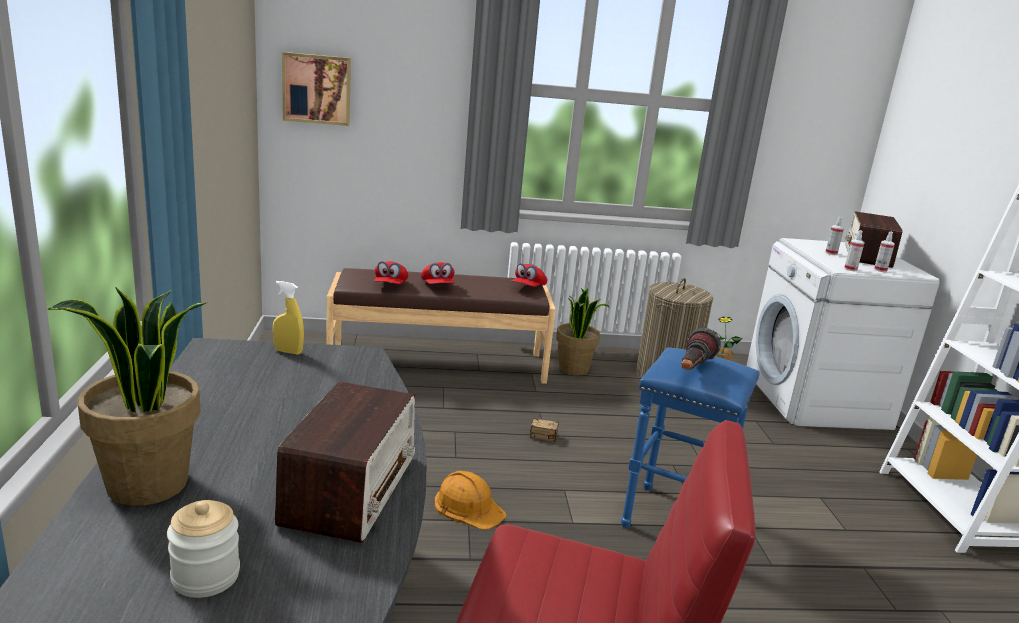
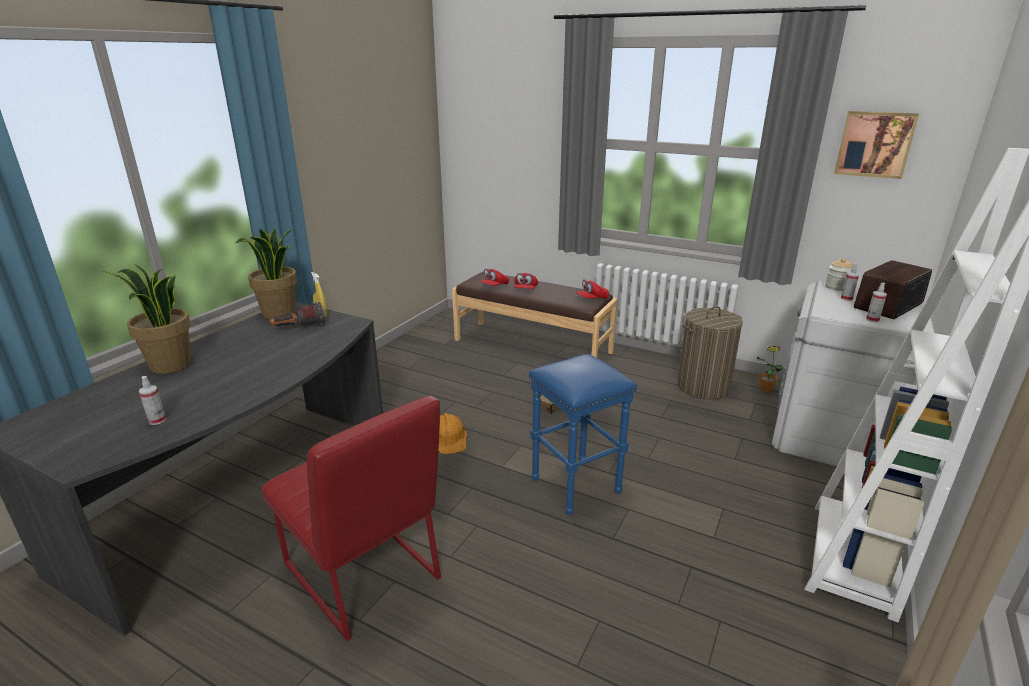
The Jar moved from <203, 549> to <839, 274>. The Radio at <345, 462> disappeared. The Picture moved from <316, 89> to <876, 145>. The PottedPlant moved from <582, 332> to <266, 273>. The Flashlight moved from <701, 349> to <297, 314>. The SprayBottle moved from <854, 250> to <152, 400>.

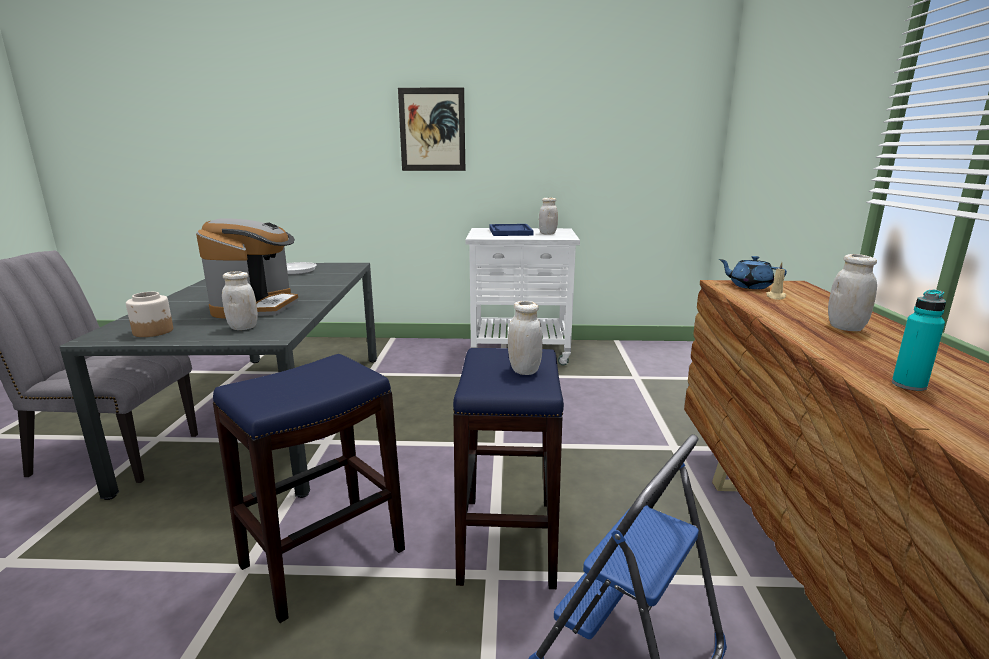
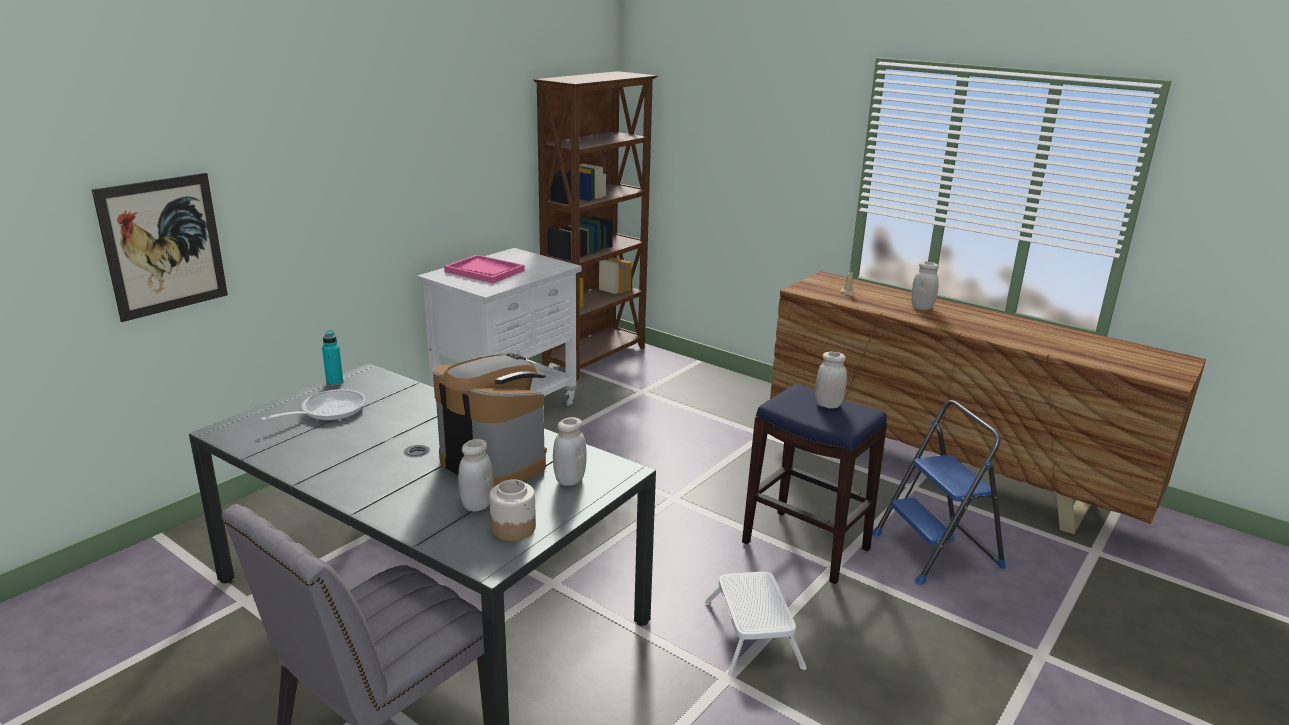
The Stool at <309, 488> was replaced by the WhiteStepLadder at <755, 624>. The Picture moved from <431, 129> to <160, 247>. The BlueTray at <512, 230> became the PinkTray at <484, 269>. The WhiteJar moved from <548, 216> to <476, 475>. The BlueTeapot at <753, 272> disappeared. The TurquoiseBottle moved from <919, 340> to <332, 358>. The BrownBookcase at <595, 225> appeared.

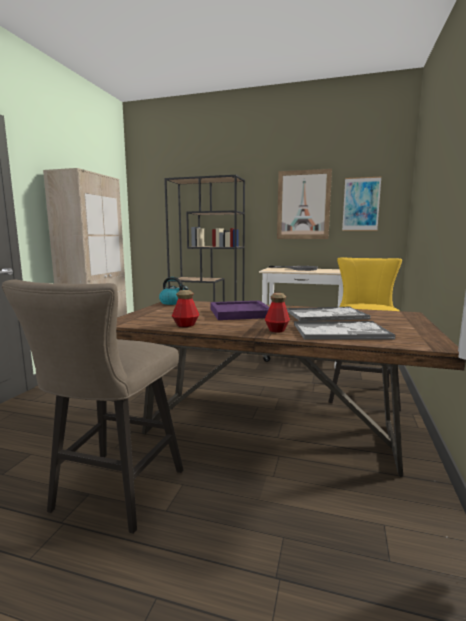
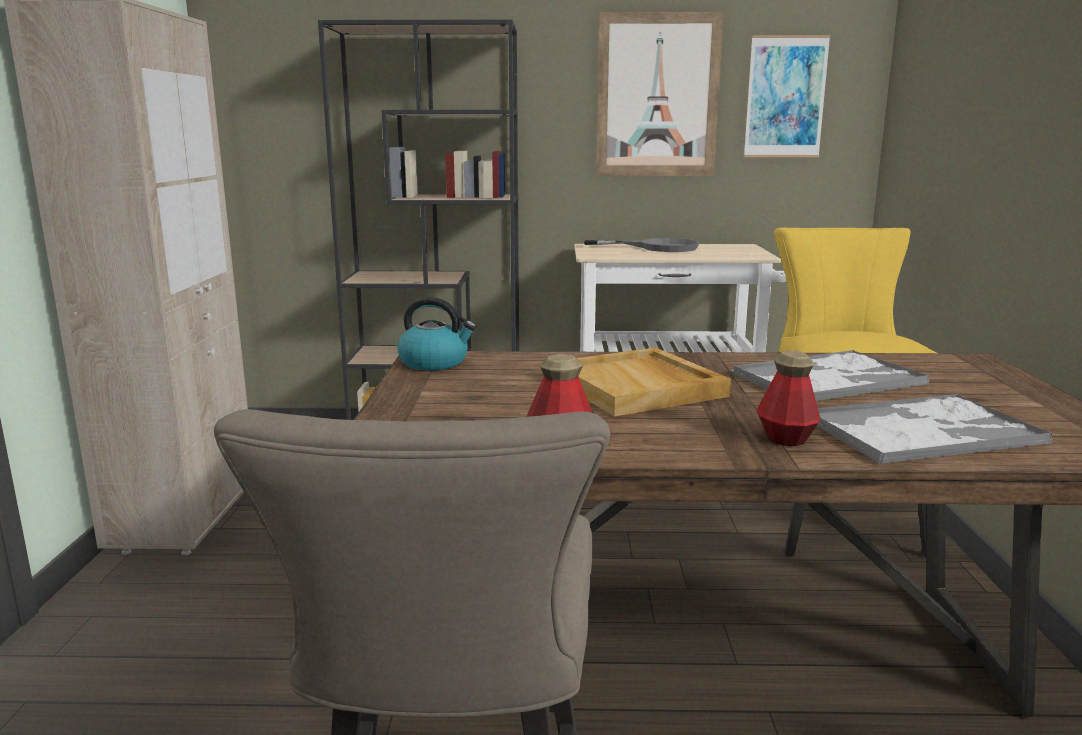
The PurpleTray at <239, 310> became the BeigeTray at <654, 382>.

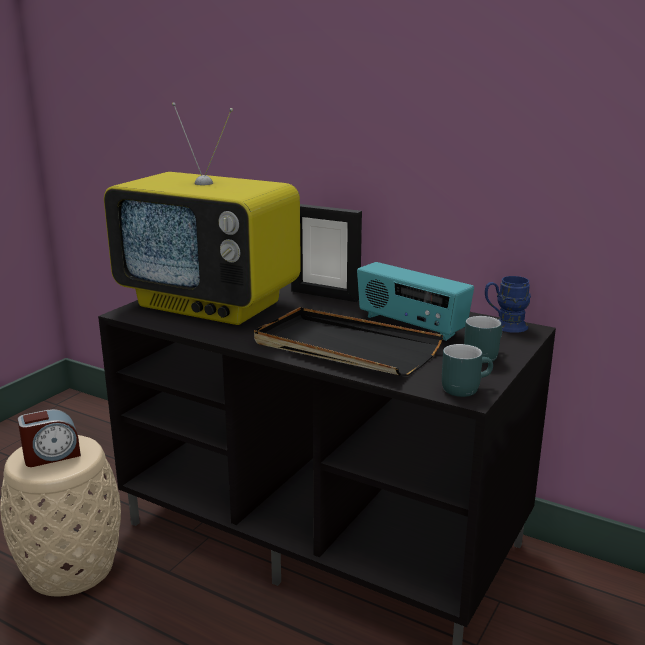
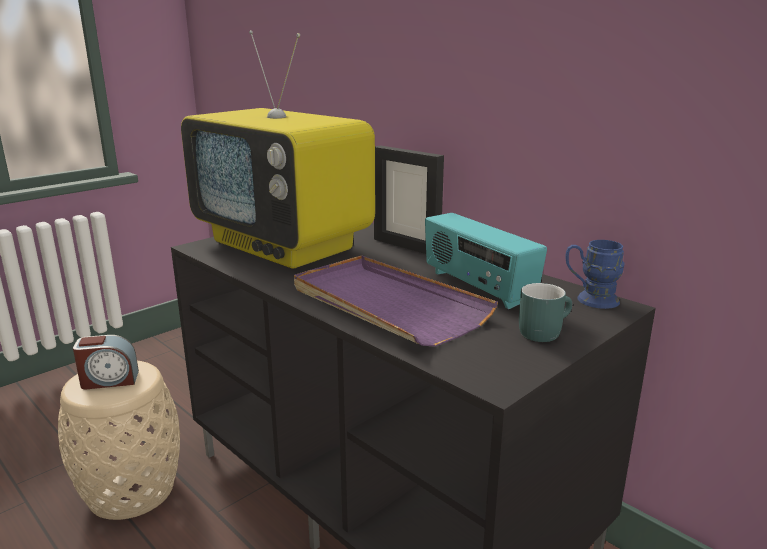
The BlackTray at <348, 341> became the PurpleTray at <396, 301>. The TurquoiseMug at <467, 370> disappeared.

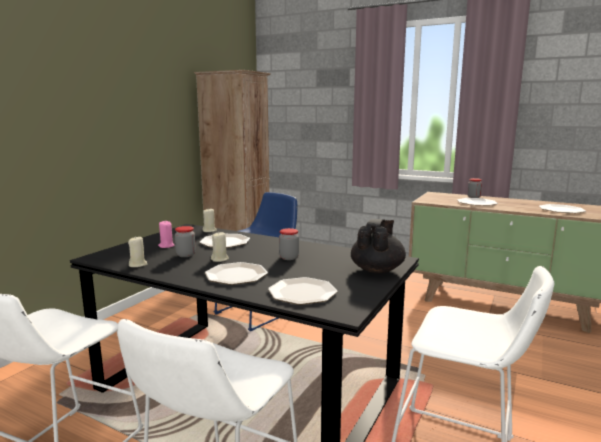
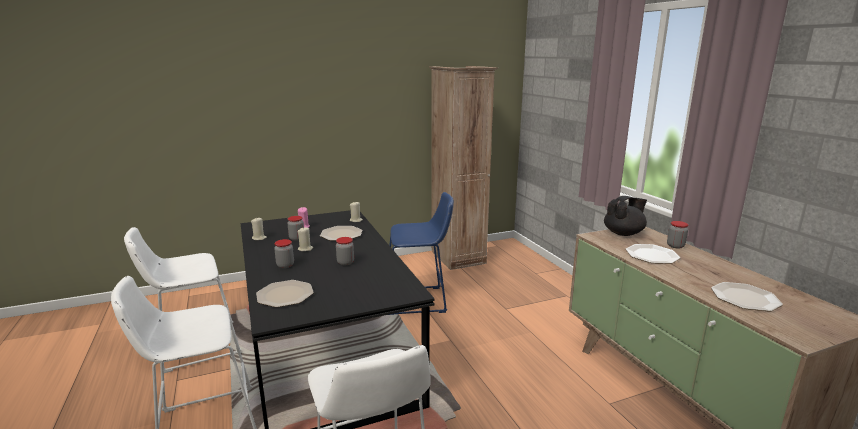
The Plate at <236, 273> was replaced by the Jar at <284, 253>. The BlackTeapot moved from <378, 246> to <625, 216>.

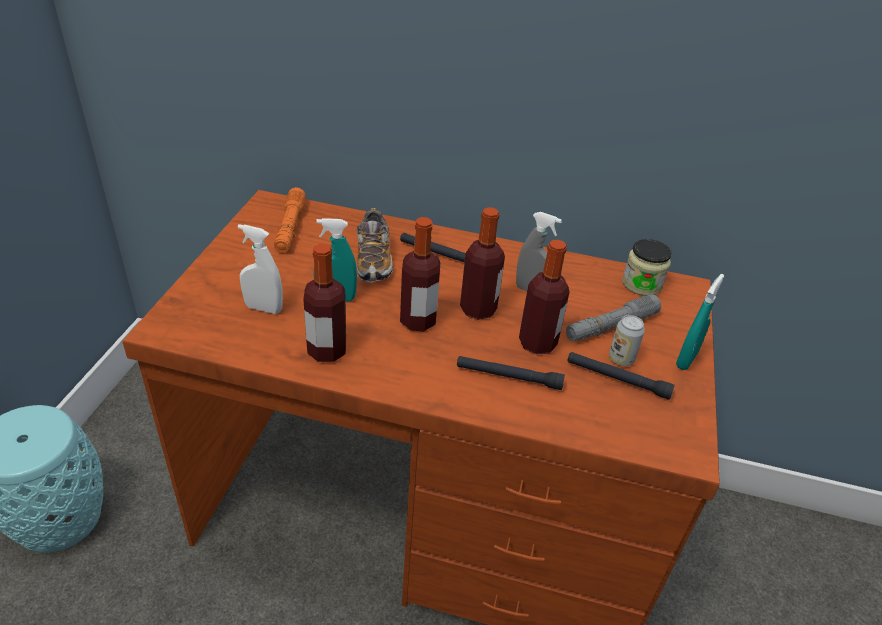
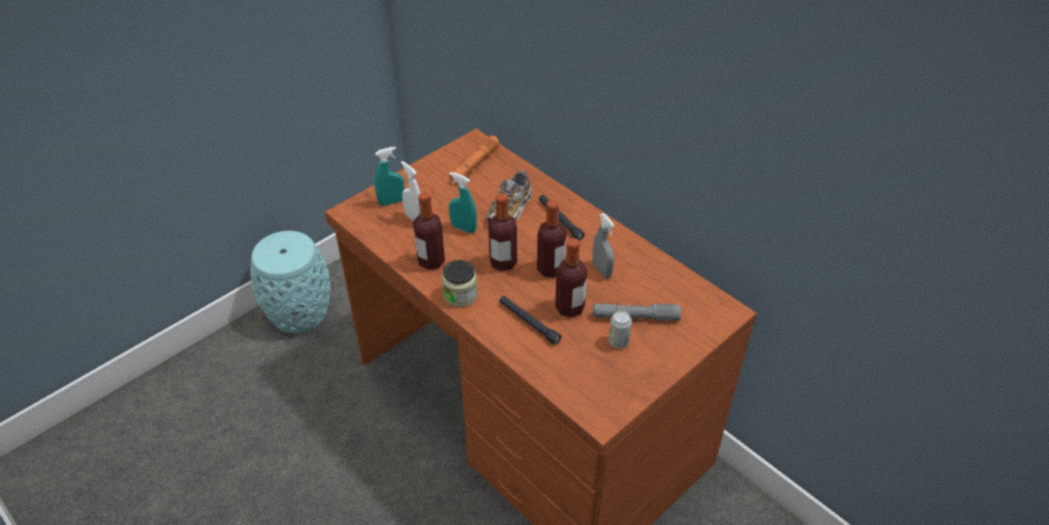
The BlackFlashlight at <621, 376> disappeared. The Jar moved from <647, 267> to <459, 283>. The TurquoiseSprayBottle moved from <700, 322> to <390, 176>.

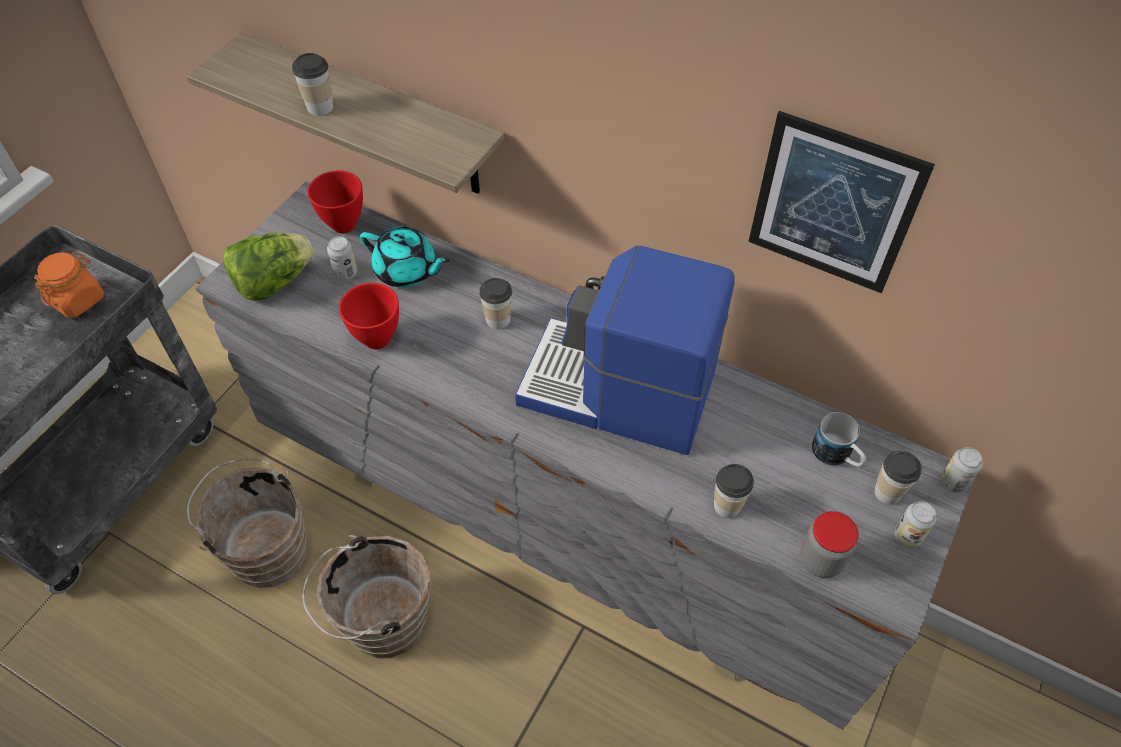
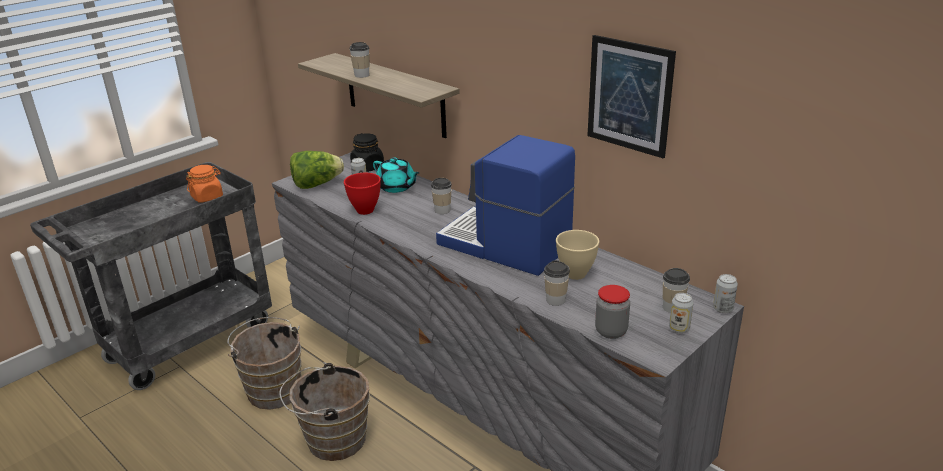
The RedBowl at <335, 201> was replaced by the BlackJar at <367, 152>. The Mug at <839, 439> disappeared. The BeigeBowl at <577, 255> appeared.

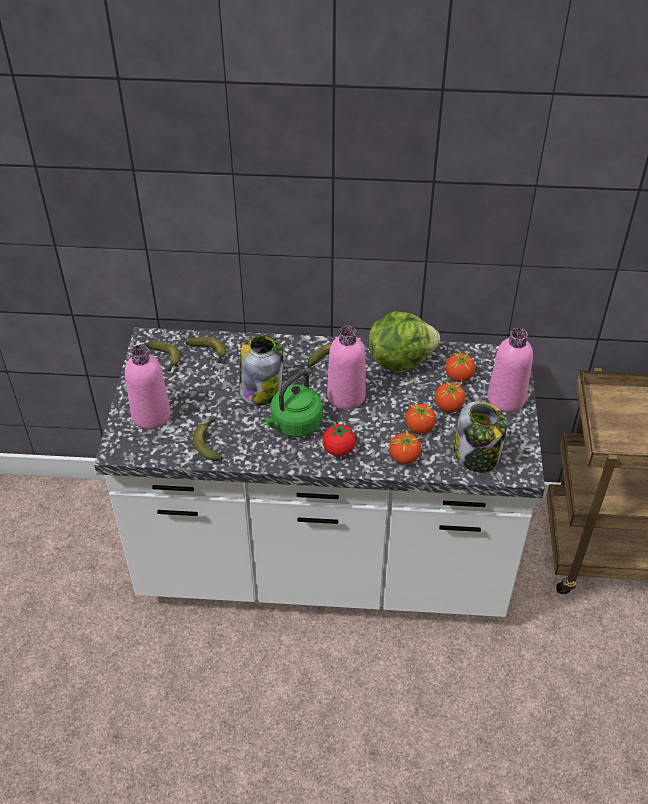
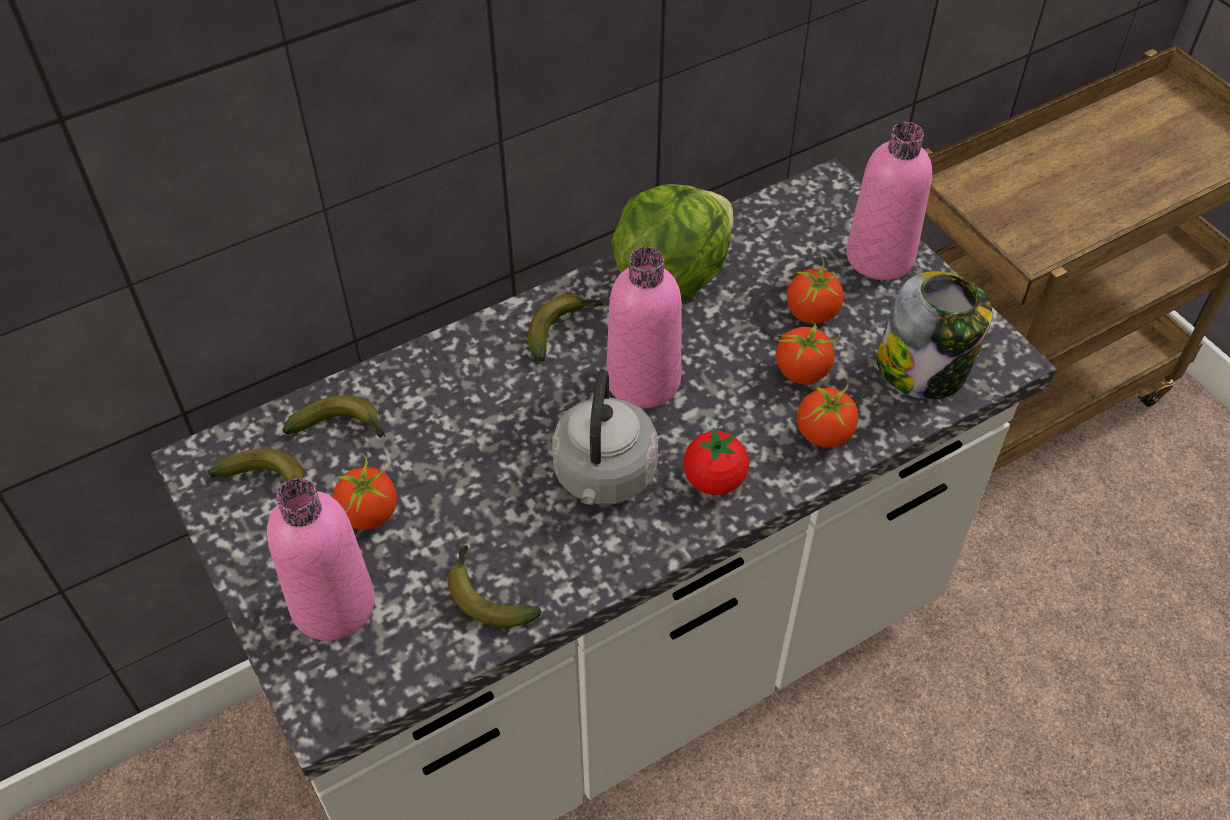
The Jar at <261, 370> disappeared. The GreenKettle at <293, 403> became the GreyKettle at <605, 437>. The Tomato moved from <462, 365> to <364, 491>.

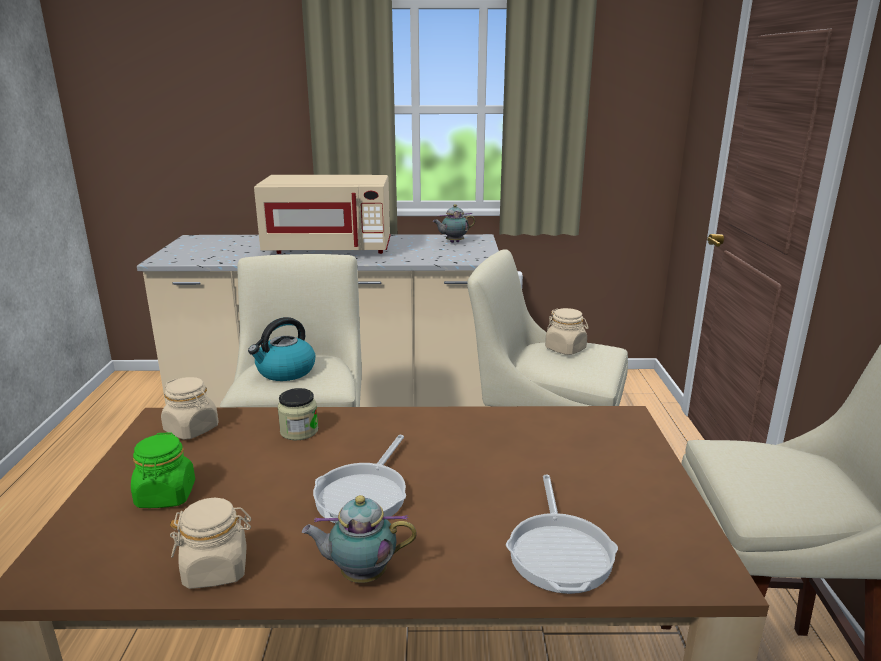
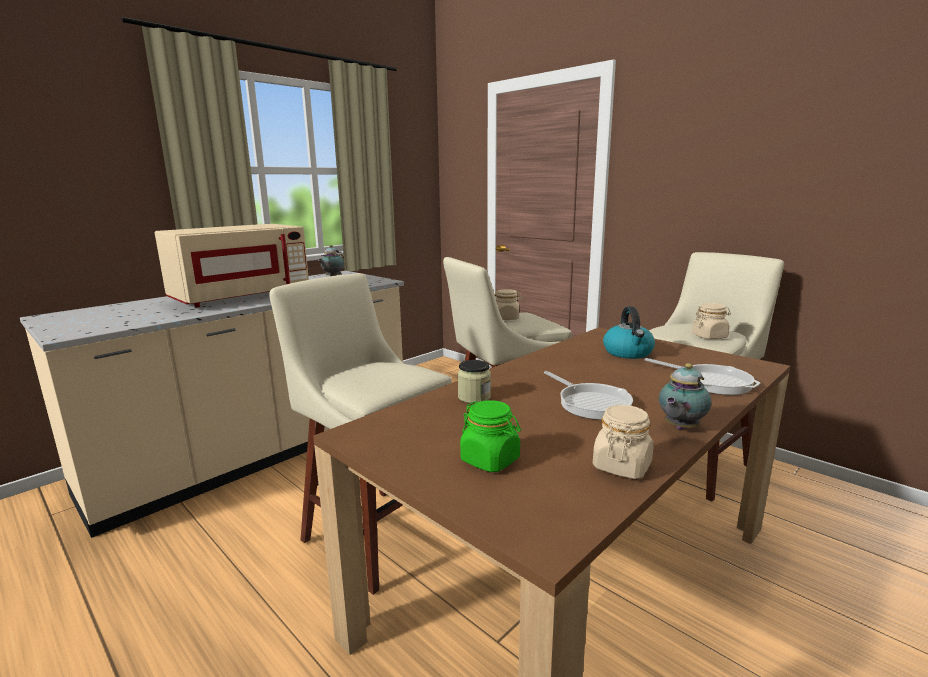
The BeigeJar moved from <189, 408> to <711, 321>. The Kettle moved from <281, 349> to <629, 332>.

